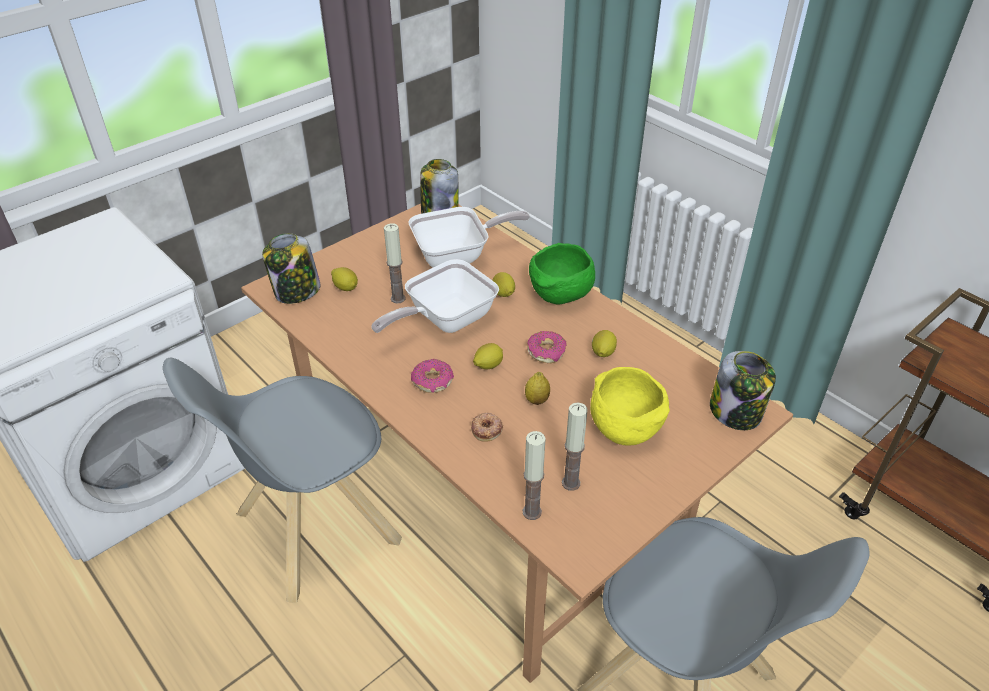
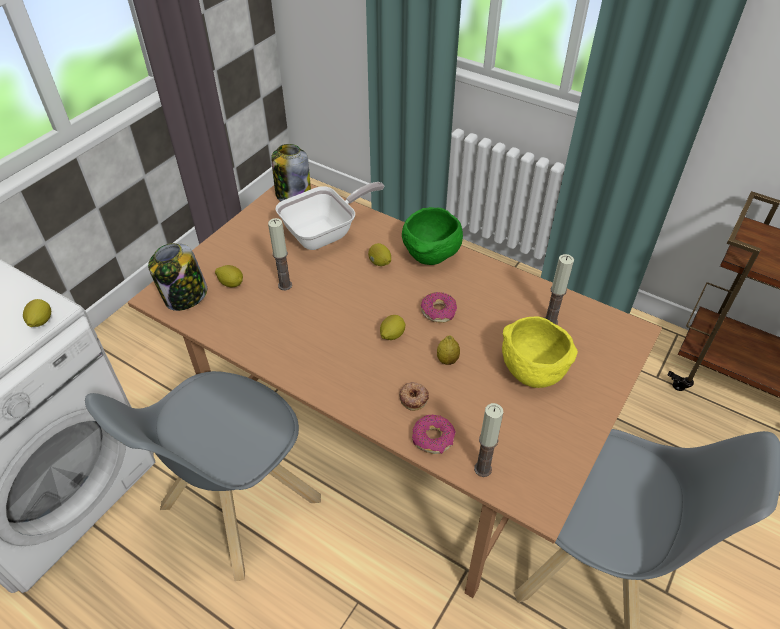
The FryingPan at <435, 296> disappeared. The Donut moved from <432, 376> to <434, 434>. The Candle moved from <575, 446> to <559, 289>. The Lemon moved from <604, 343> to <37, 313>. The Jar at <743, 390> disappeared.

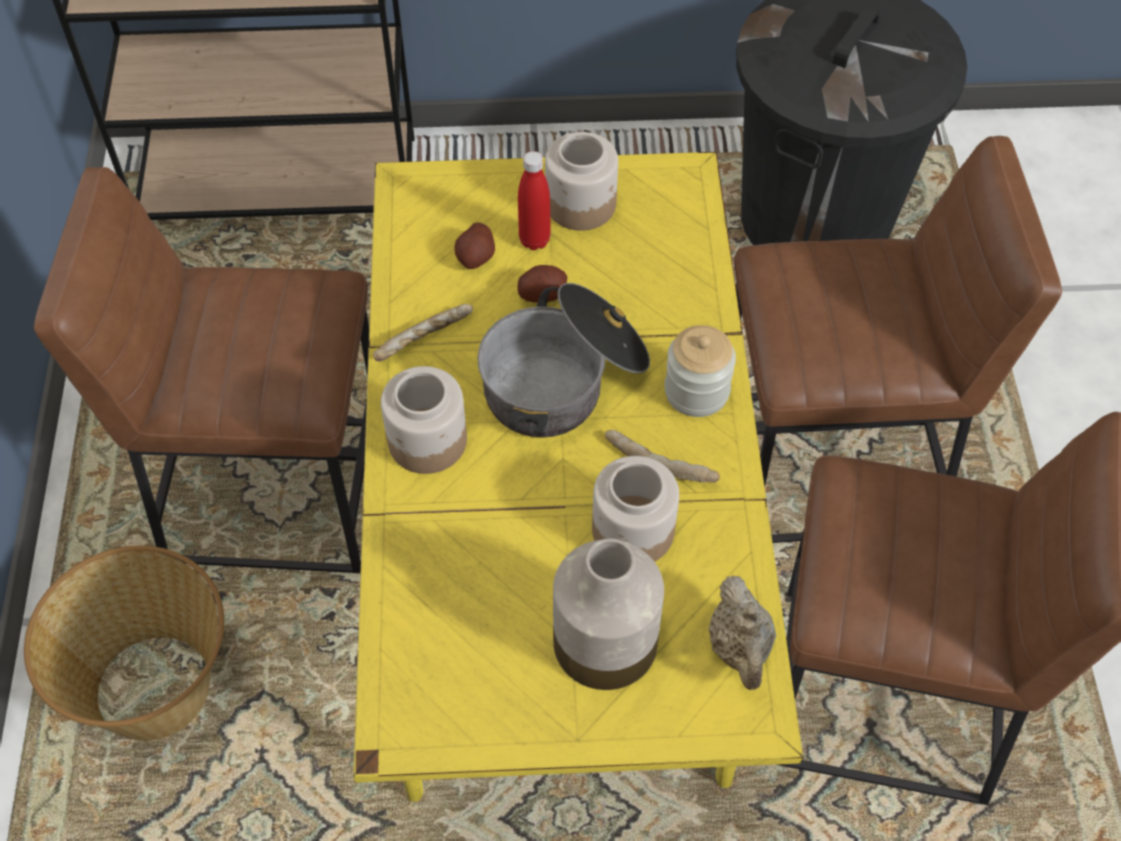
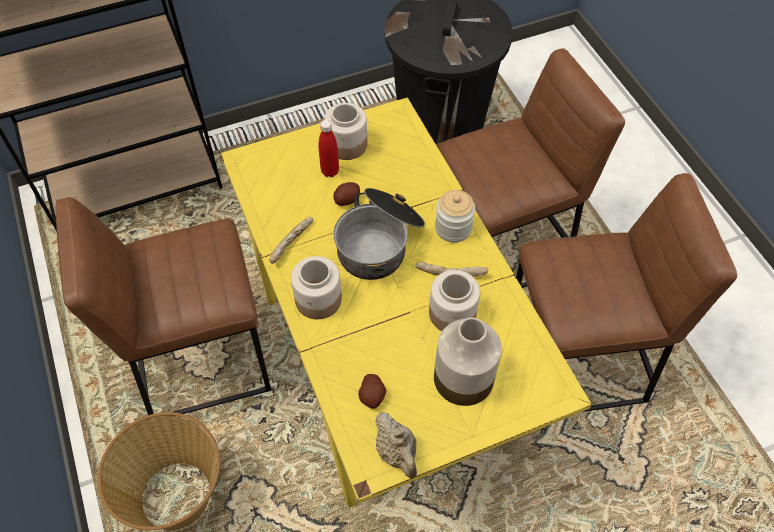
The Potato moved from <474, 245> to <372, 391>. The BeigeTeapot moved from <742, 633> to <396, 445>.

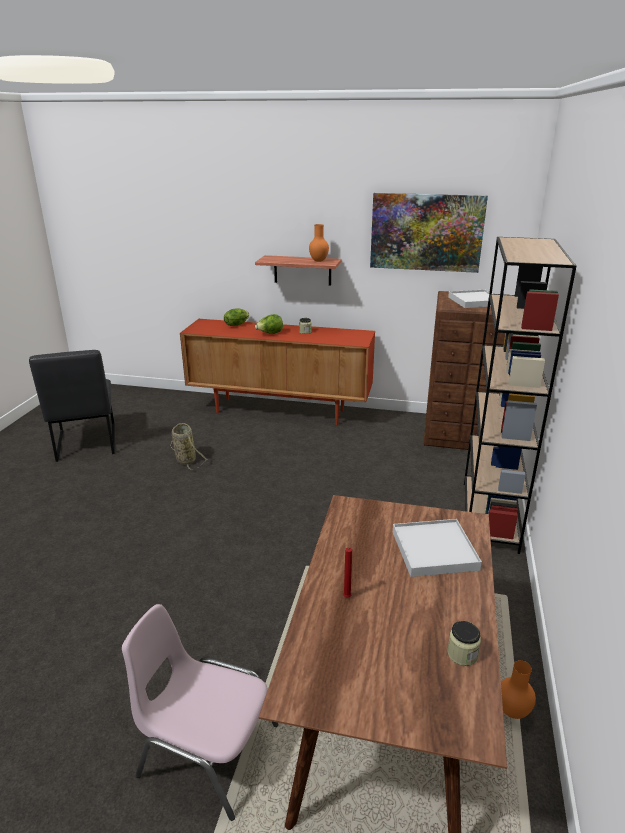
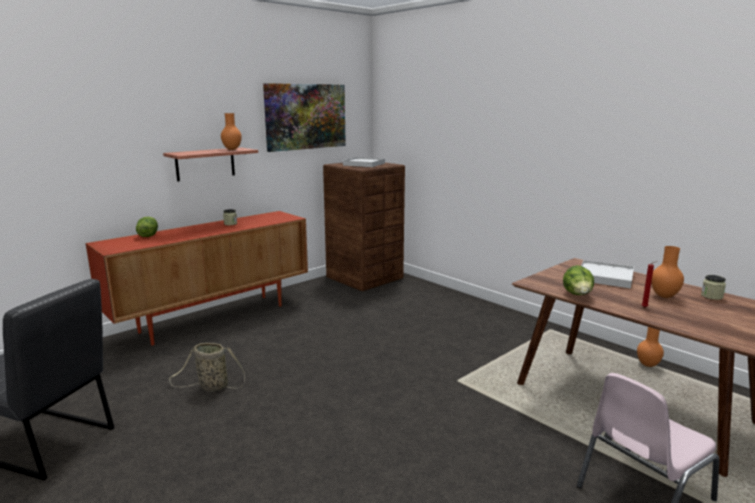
The Lettuce moved from <269, 324> to <578, 280>. The BeigeBookcase at <520, 395> disappeared. The OrangeVase at <667, 272> appeared.

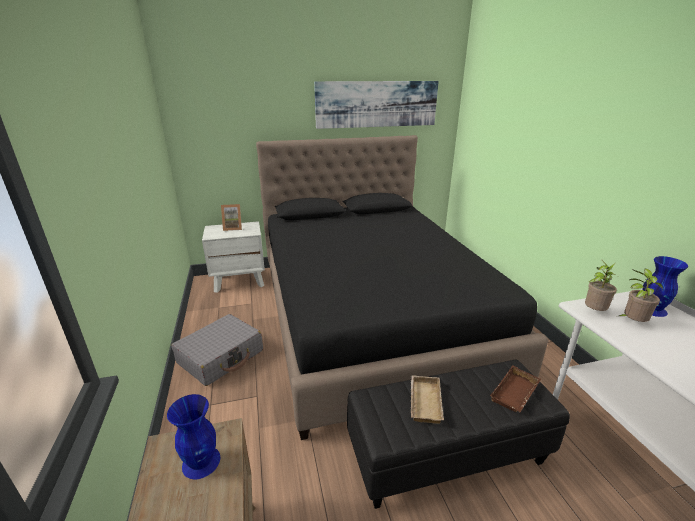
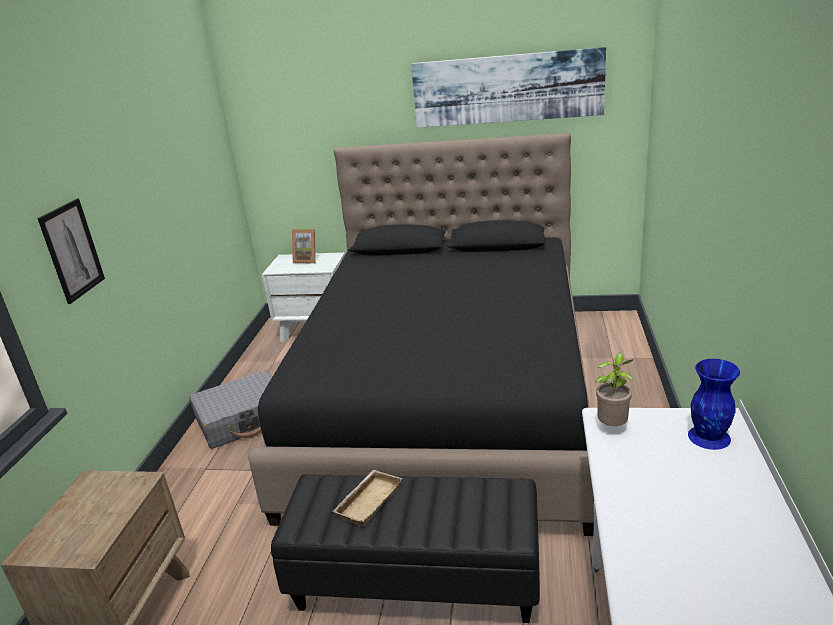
The BlueVase at <193, 436> disappeared. The BrownTray at <515, 388> disappeared. The PottedPlant at <639, 295> disappeared. The Picture at <71, 251> appeared.

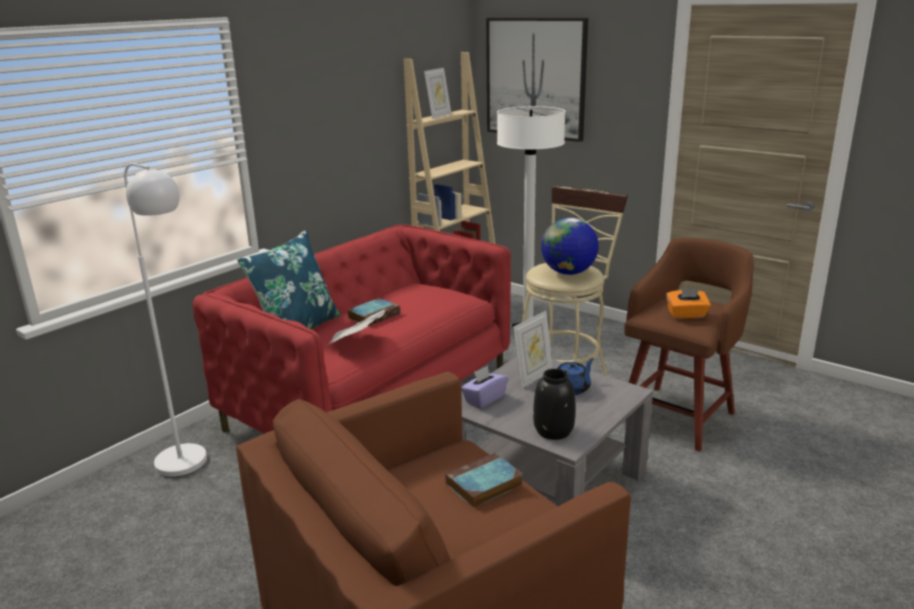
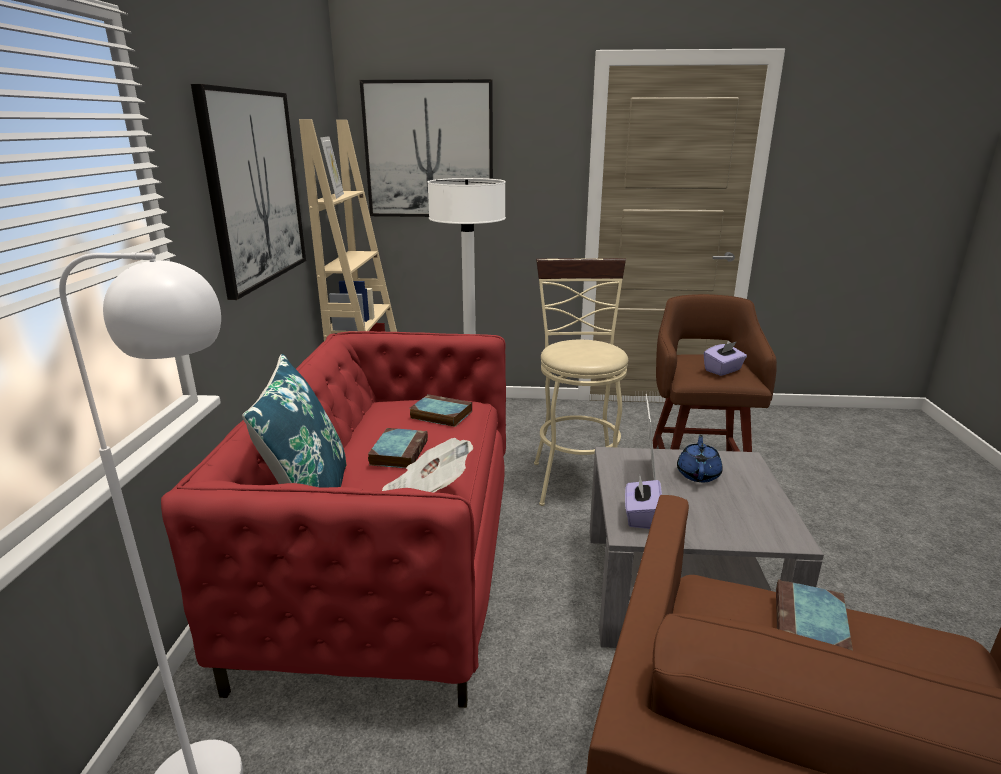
The BlackVase at <554, 404> disappeared. The Globe at <570, 246> disappeared. The OrangeTissueBox at <688, 304> became the PurpleTissueBox at <725, 358>. The Picture at <248, 192> appeared. The Book at <441, 410> appeared.

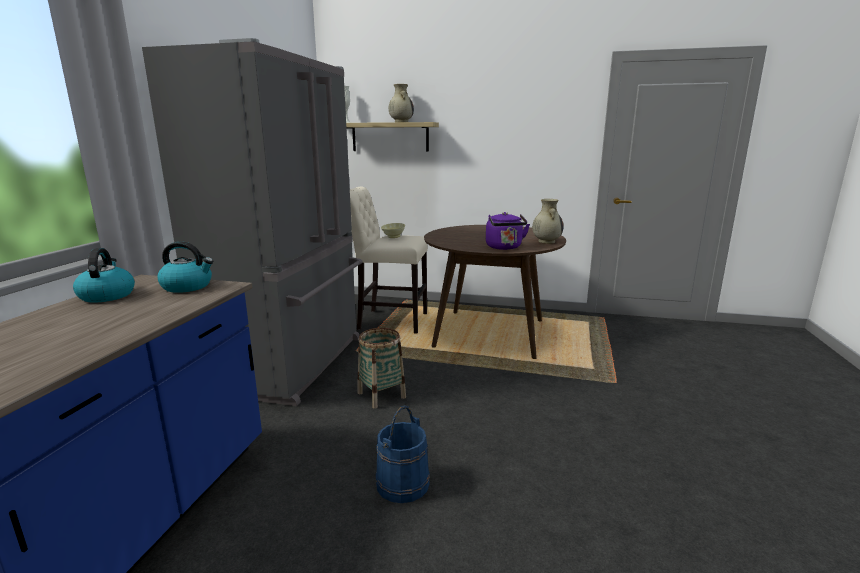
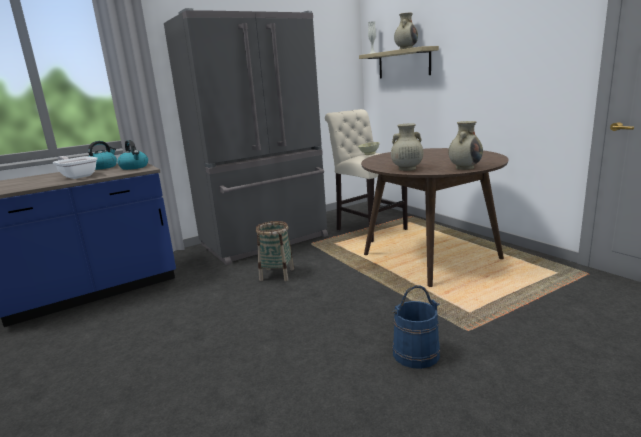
The BlueBucket moved from <403, 454> to <416, 327>. The PurpleKettle at <508, 231> was replaced by the BeigeVase at <407, 147>. The FryingPan at <75, 167> appeared.

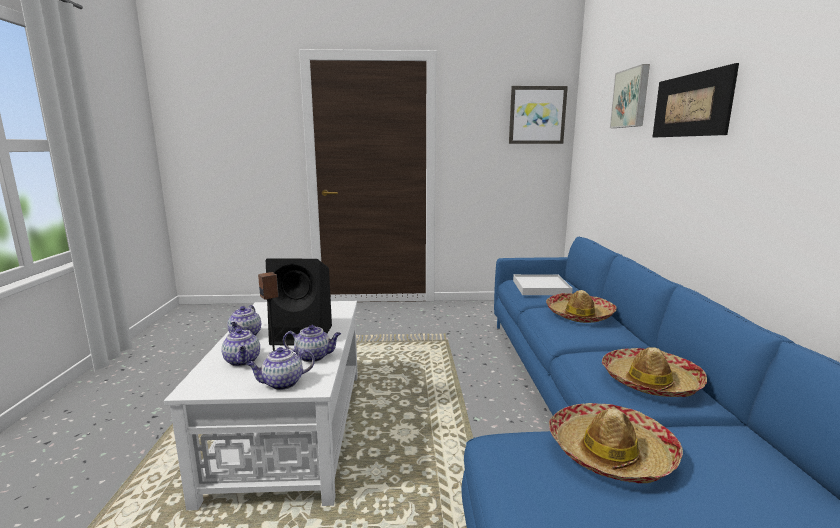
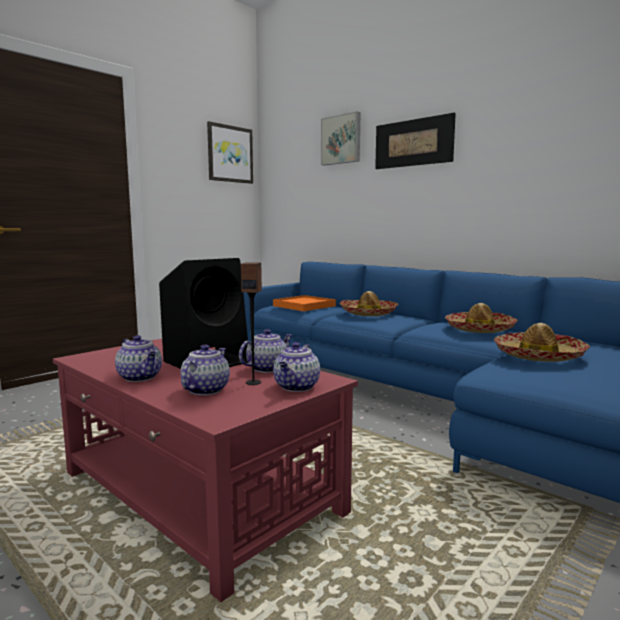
The WhiteCoffeeTable at <261, 405> became the RedCoffeeTable at <205, 470>. The Teapot at <240, 346> turned 90 degrees counterclockwise. The WhiteTray at <543, 284> became the OrangeTray at <304, 303>.

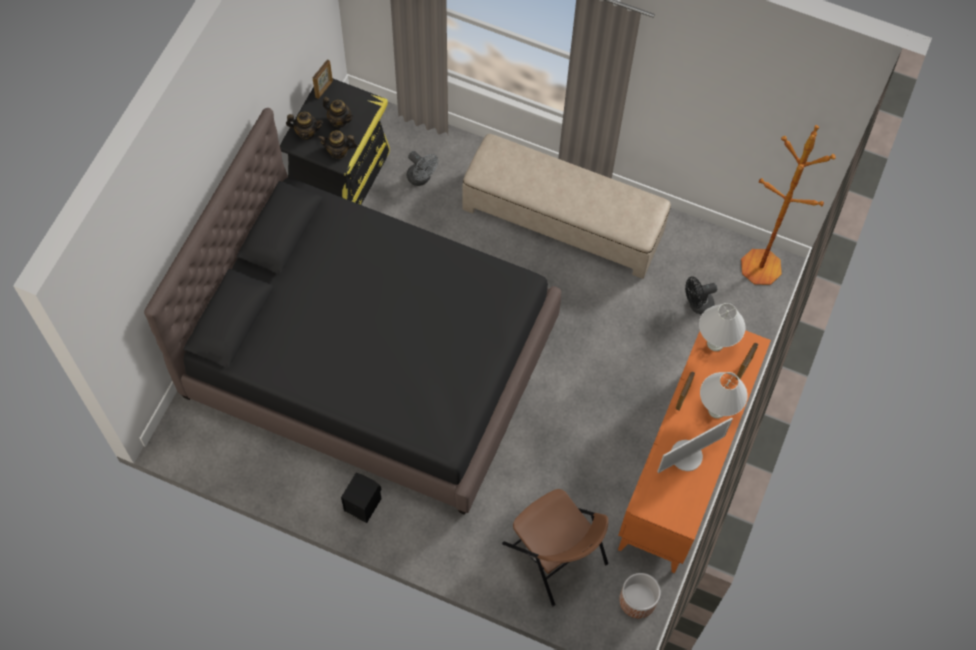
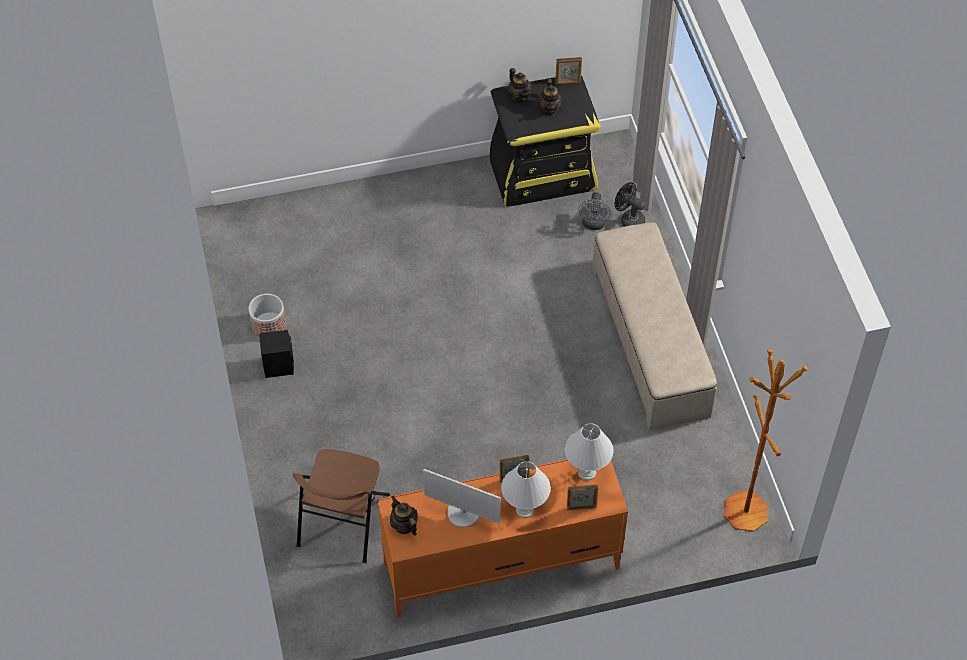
The BlackBed at <352, 311> disappeared. The Teapot moved from <338, 144> to <404, 516>. The Planter moved from <640, 595> to <267, 316>. The BlackFan moved from <701, 295> to <629, 204>.

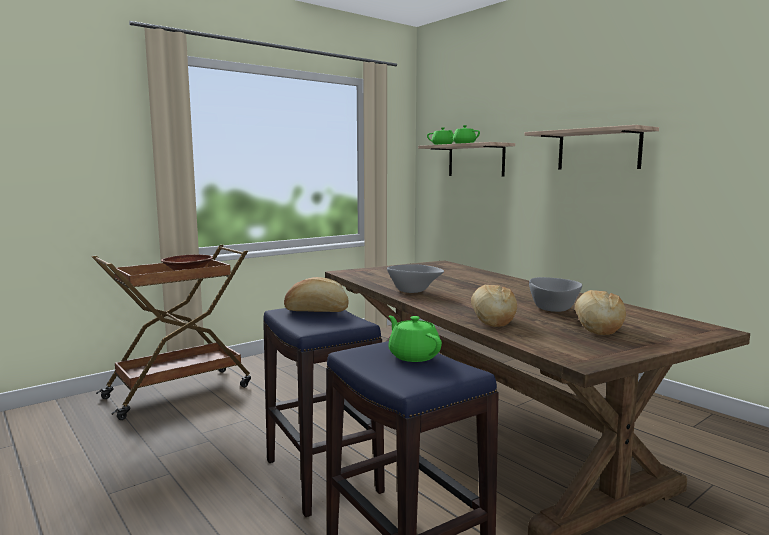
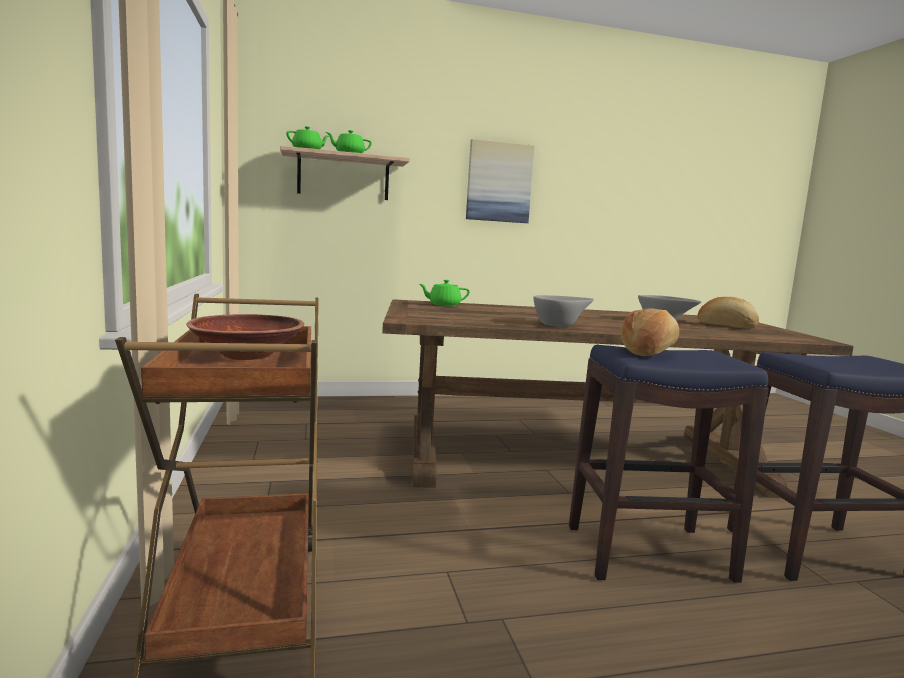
The GreenTeapot moved from <415, 339> to <444, 293>. The Bread at <494, 305> disappeared. The Shelf at <592, 147> was replaced by the Picture at <500, 181>.

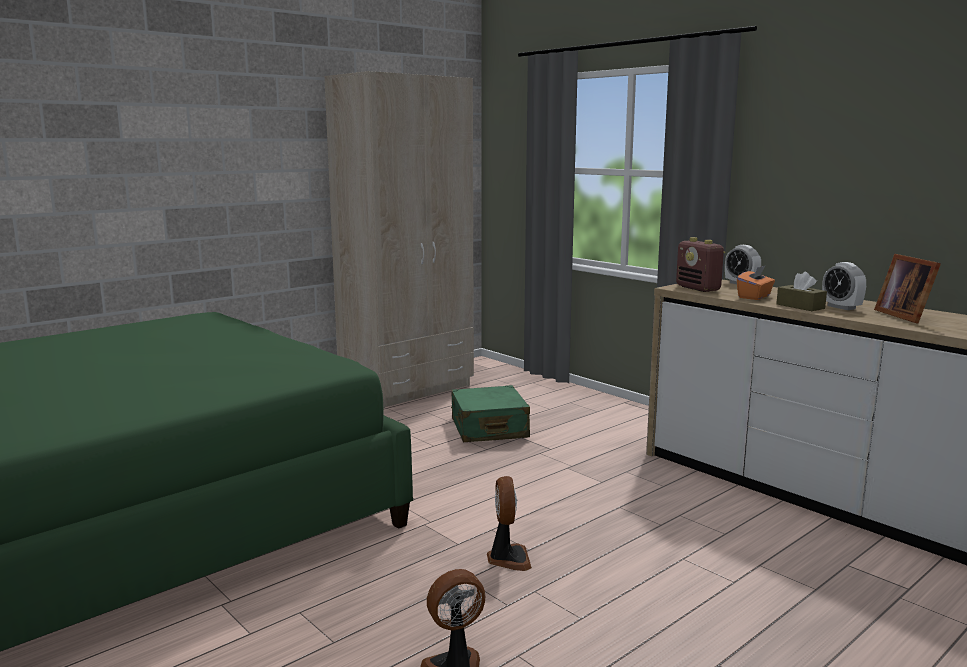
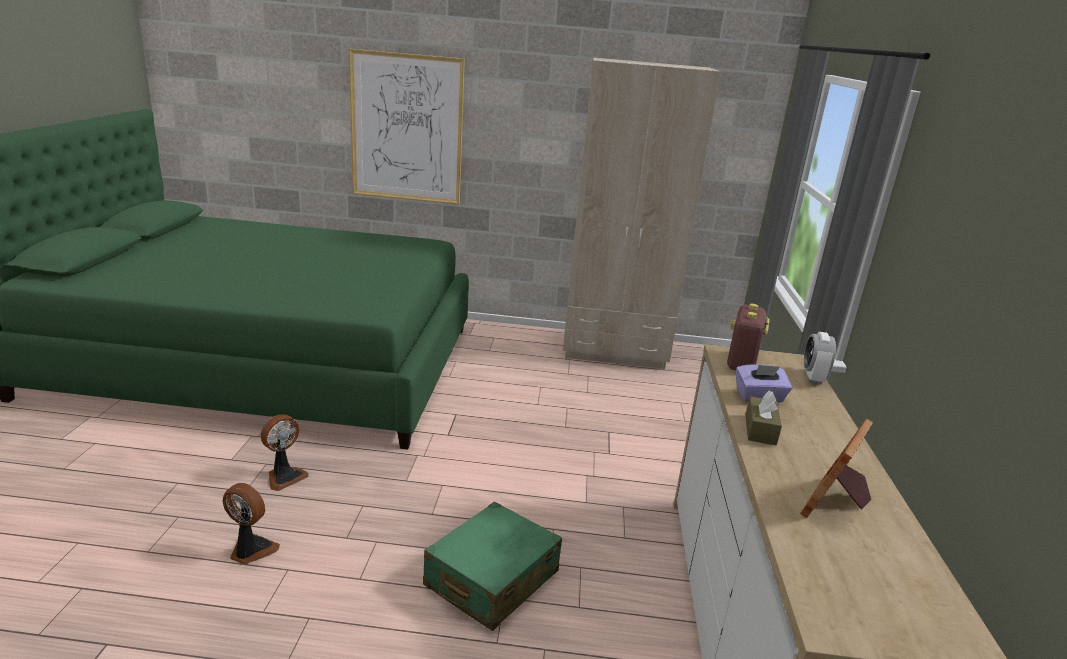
The GreenSuitcase moved from <490, 413> to <492, 566>. The Fan moved from <509, 523> to <285, 452>. The OrangeTissueBox at <756, 282> became the PurpleTissueBox at <764, 383>. The AlarmClock at <844, 286> disappeared. The Picture at <407, 126> appeared.

